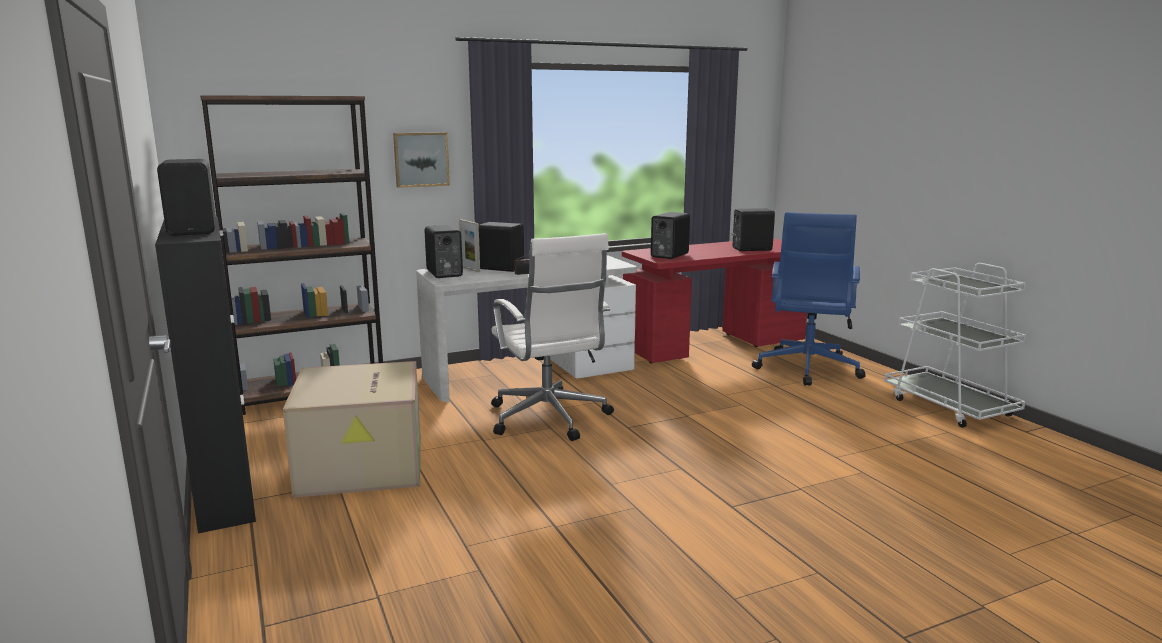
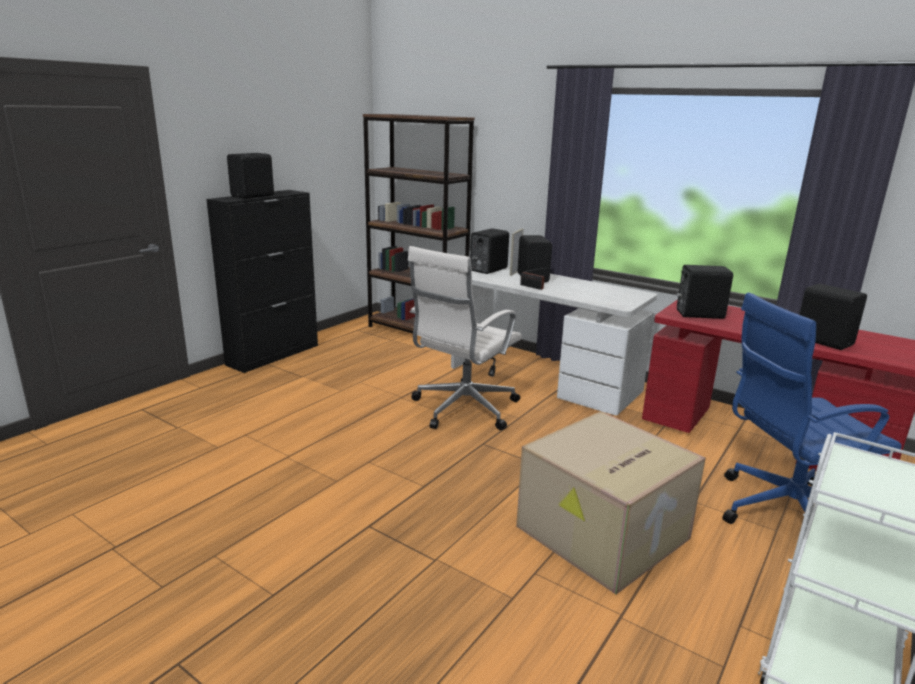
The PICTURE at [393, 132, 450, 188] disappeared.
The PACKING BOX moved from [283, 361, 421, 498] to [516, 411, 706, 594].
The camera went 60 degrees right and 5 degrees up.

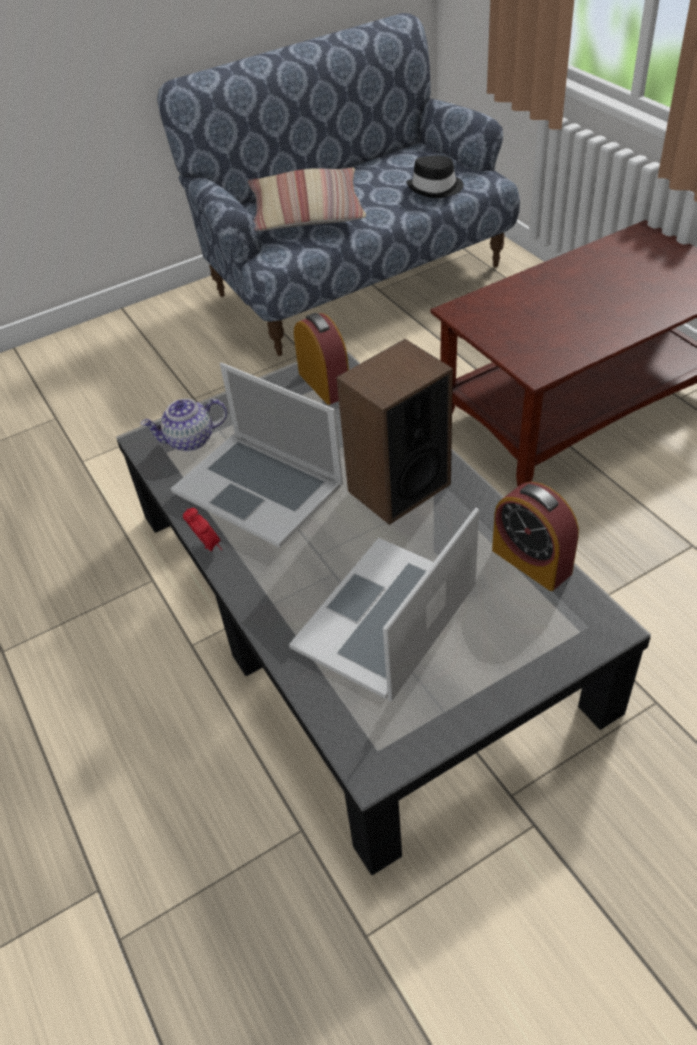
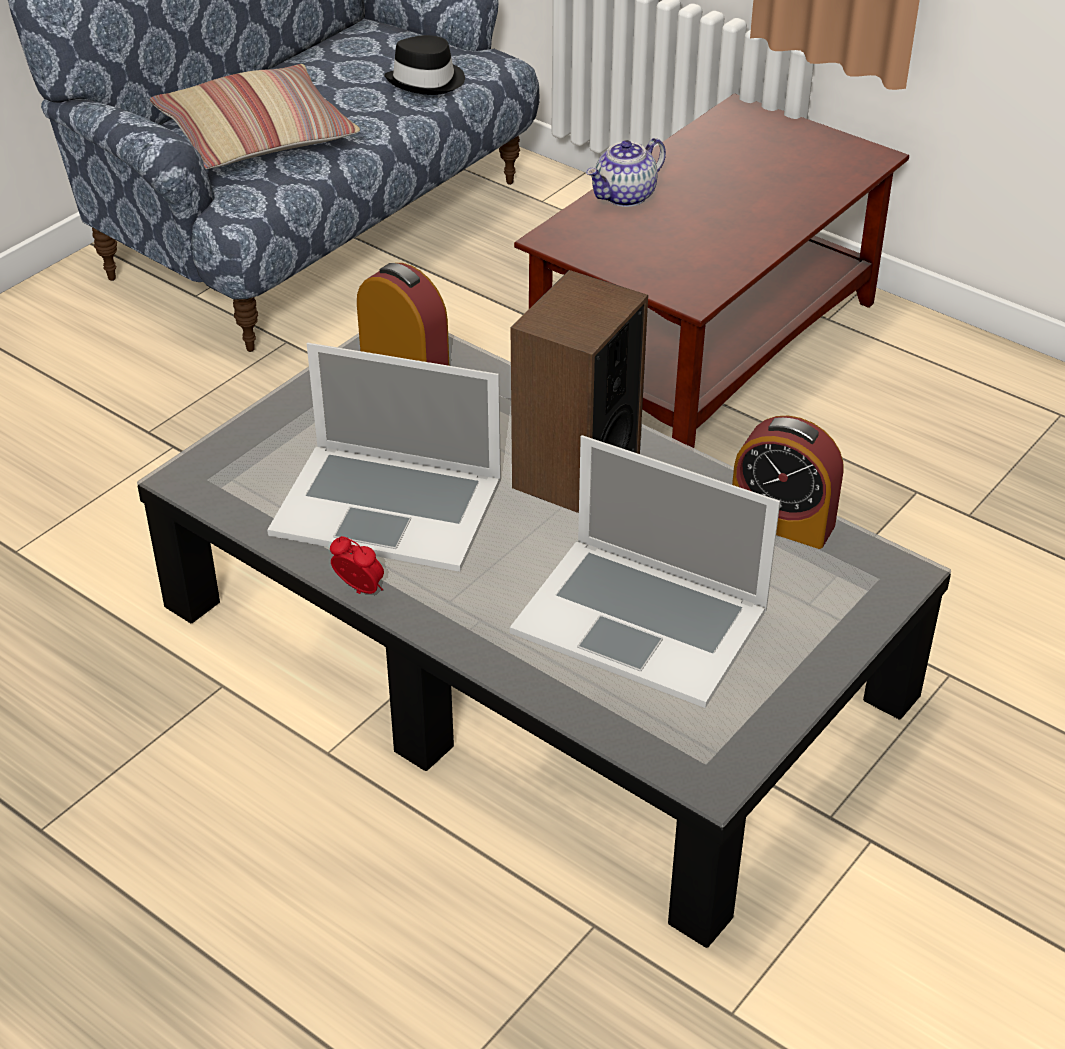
The POT FOR TEA moved from [141, 398, 227, 451] to [586, 138, 666, 207].
The NOTEBOOK COMPUTER at [289, 508, 479, 701] turned 75 degrees counterclockwise.
The camera went 25 degrees left and 5 degrees down.

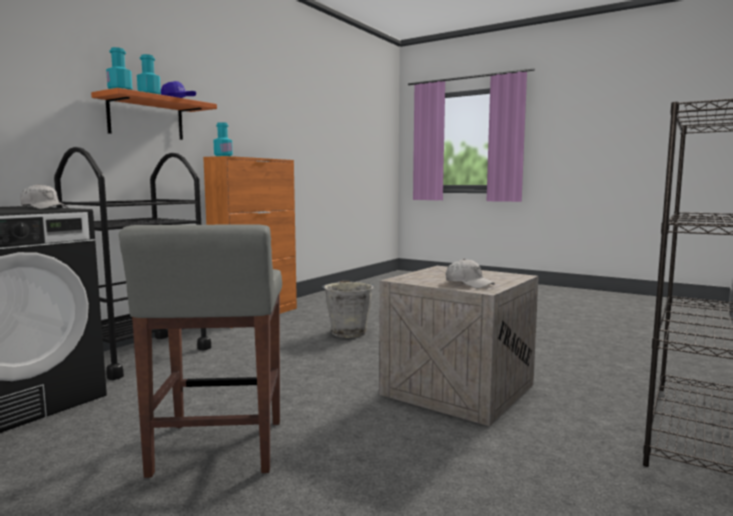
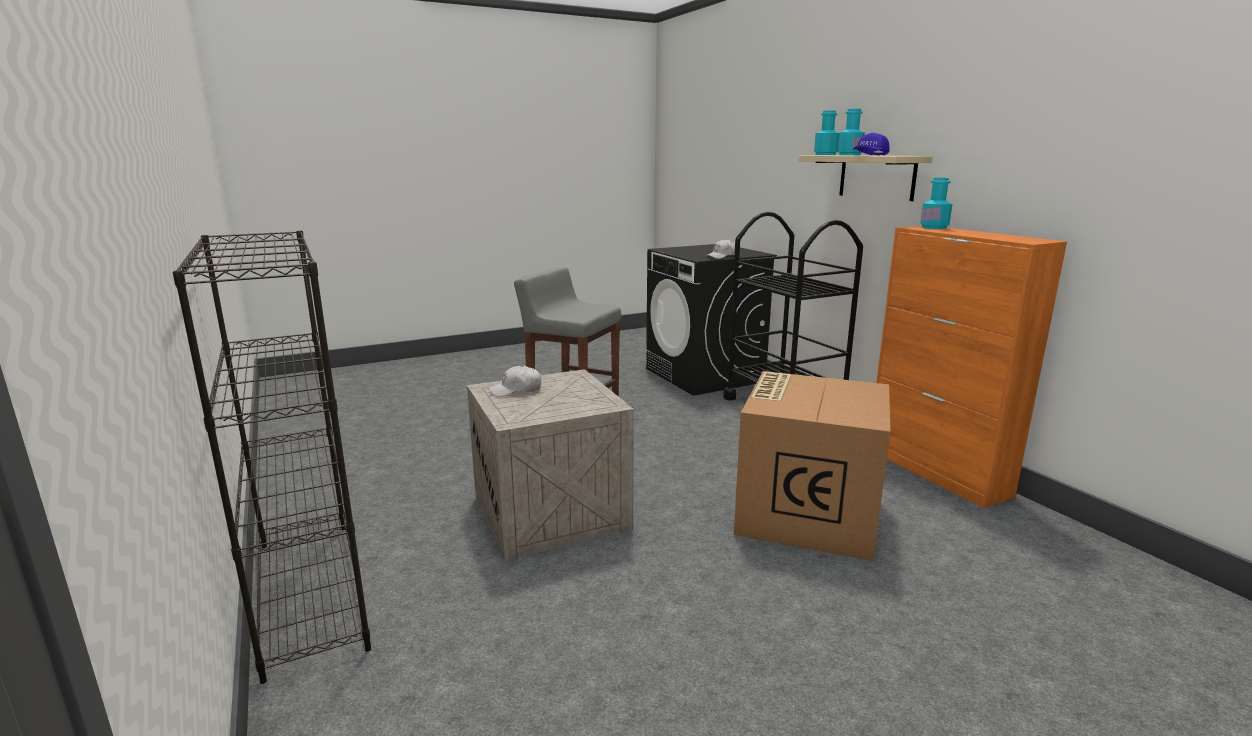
The ORANGEY BRACKET SHELF at [91, 88, 217, 140] became the SAND-COLOURED BRACKET SHELF at [799, 155, 933, 201].
The GREY BUCKET at [322, 281, 374, 338] was replaced by the PACKING BOX at [734, 371, 891, 561].
The camera went 120 degrees right and 10 degrees up.

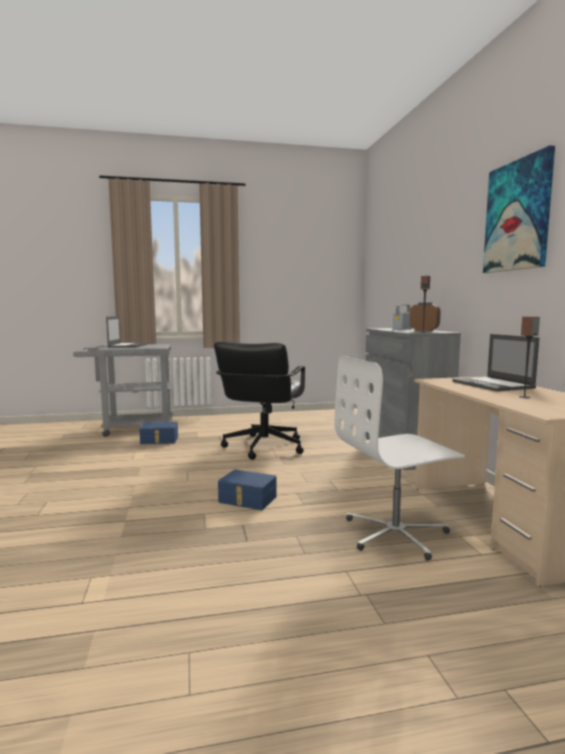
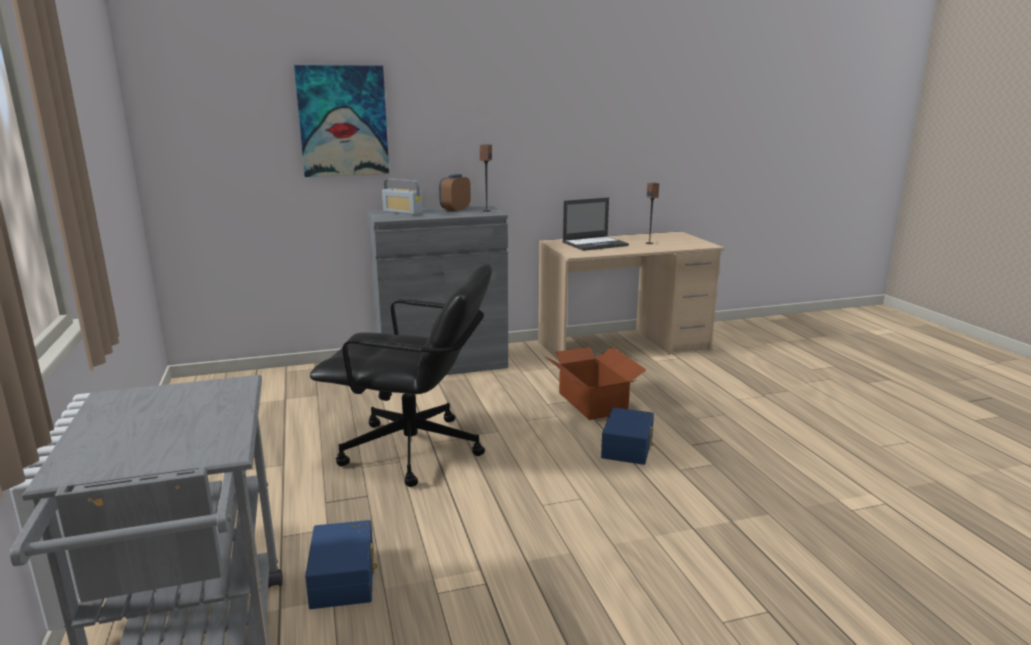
The PICTURE moved from [483, 145, 555, 273] to [294, 65, 389, 177].
The NOTEBOOK COMPUTER at [106, 316, 148, 348] disappeared.
The WHITE COMPUTER CHAIR at [334, 355, 466, 561] disappeared.
The PACKING BOX at [544, 347, 647, 420] appeared.
The camera went 95 degrees left and 10 degrees up.

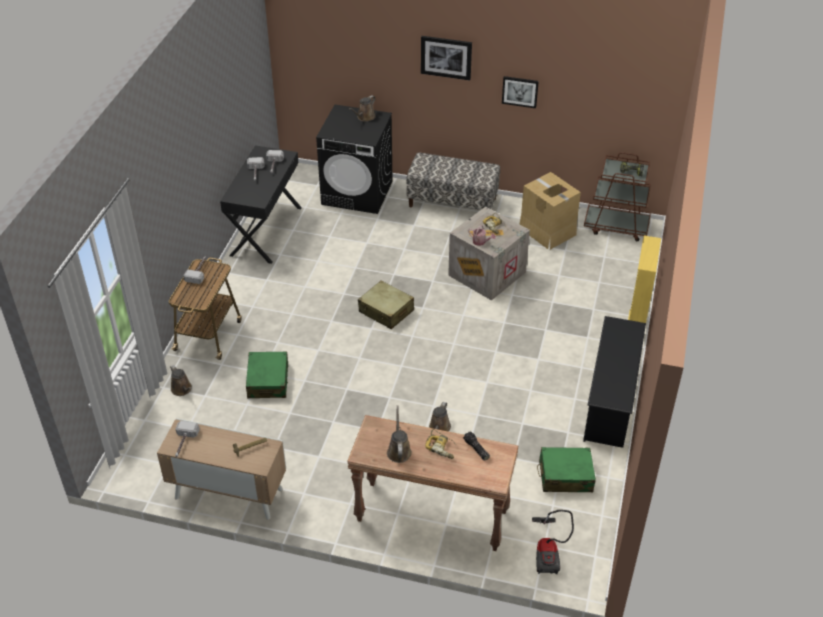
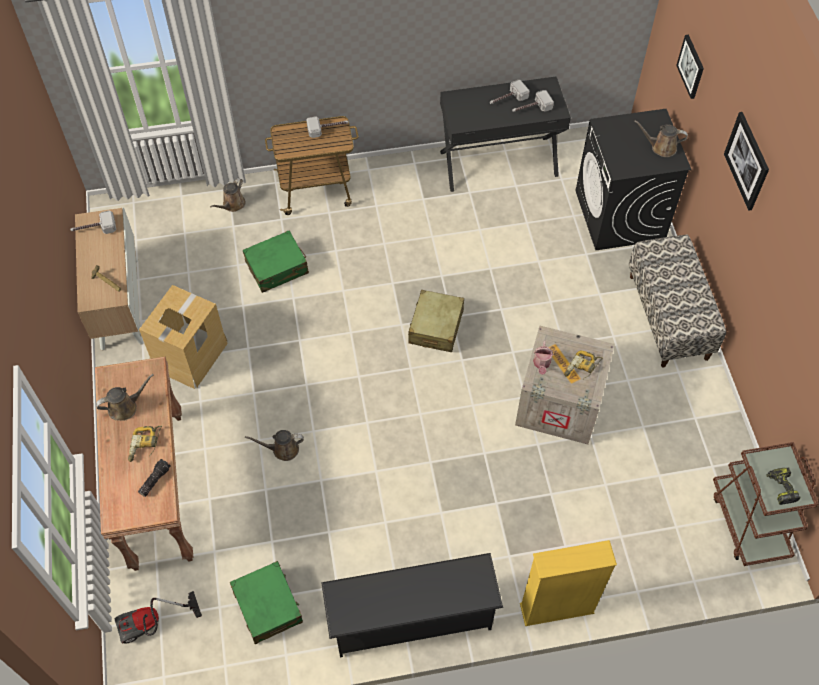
The PICTURE moved from [502, 76, 539, 108] to [676, 35, 704, 99].
The PACKING BOX moved from [520, 172, 581, 250] to [139, 285, 228, 389].
The camera went 65 degrees right and 15 degrees up.

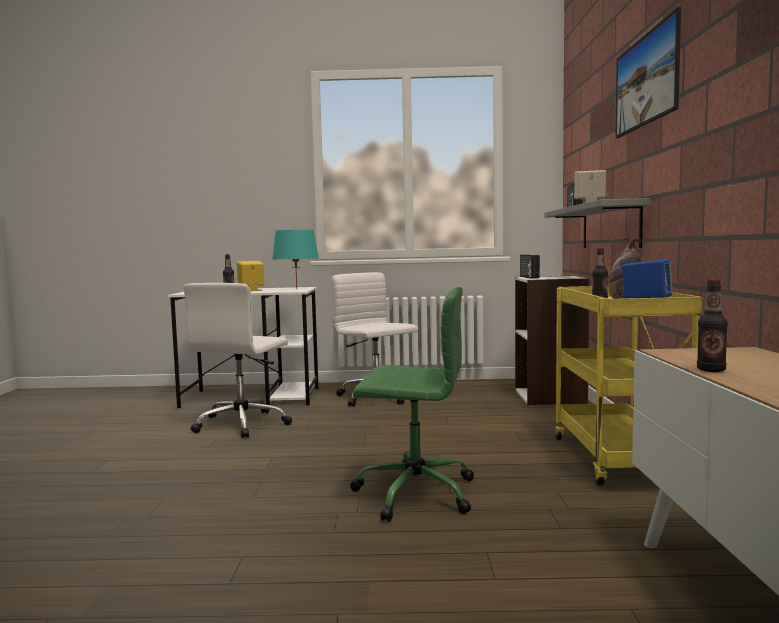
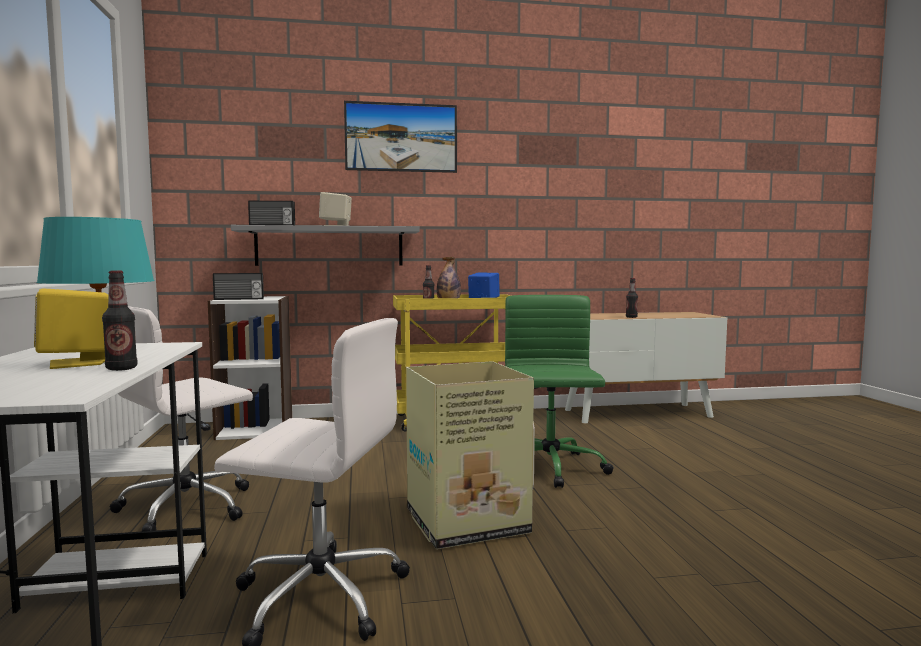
The PACKING BOX at [406, 361, 535, 549] appeared.
The camera went 100 degrees left and 0 degrees up.

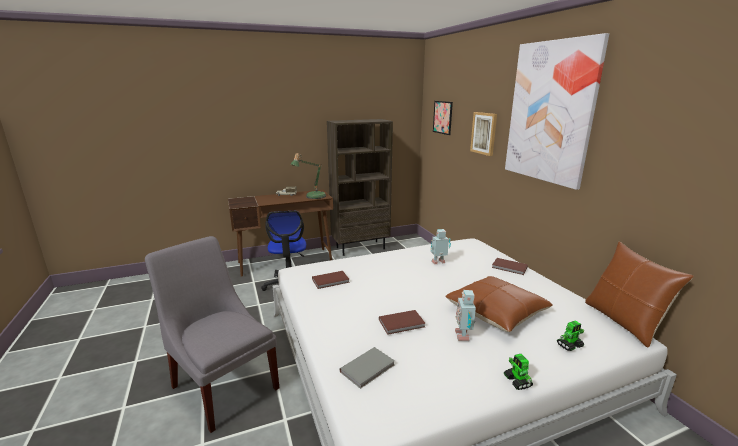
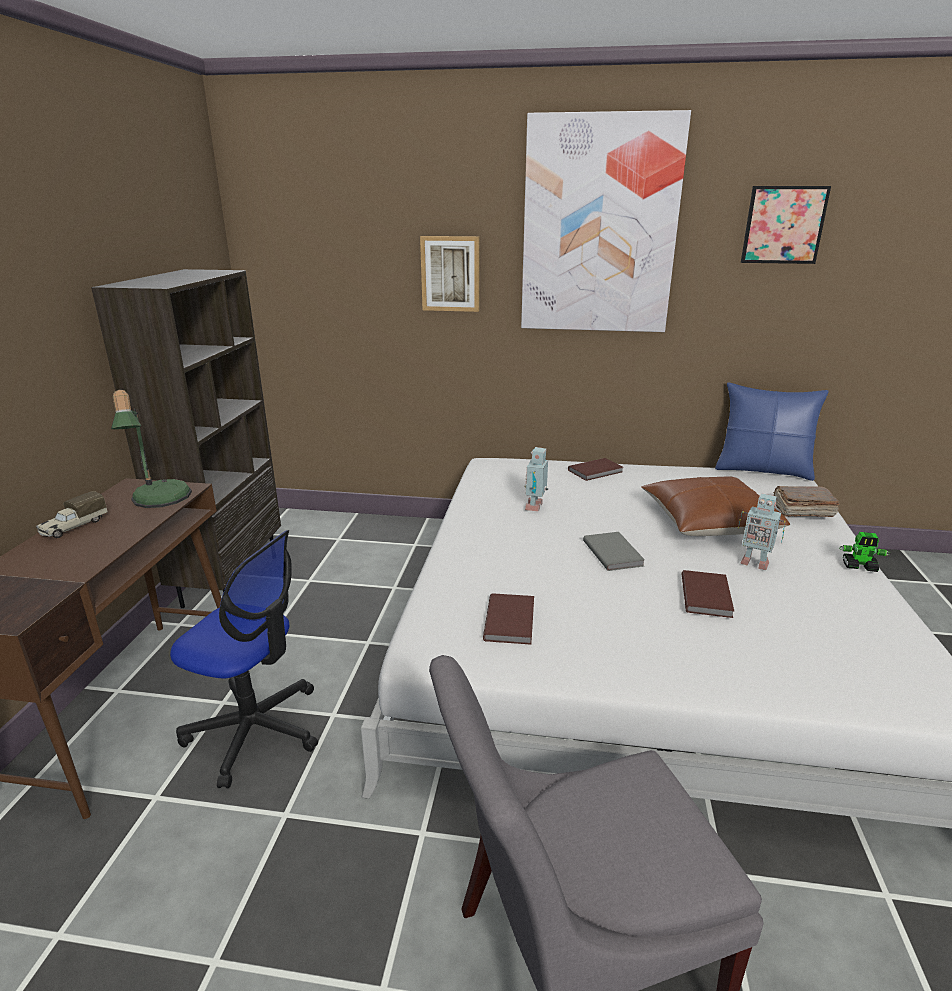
The PICTURE moved from [433, 101, 453, 135] to [741, 186, 831, 264].
The BROWN THROW PILLOW at [585, 242, 693, 347] became the BLUISH THROW PILLOW at [715, 383, 829, 481].
The TOY ROBOT at [557, 320, 584, 351] was replaced by the BROWN BOOK at [773, 486, 840, 517].
The GREY BOOK moved from [340, 347, 395, 389] to [583, 532, 645, 571].
The camera went 60 degrees left and 5 degrees up.

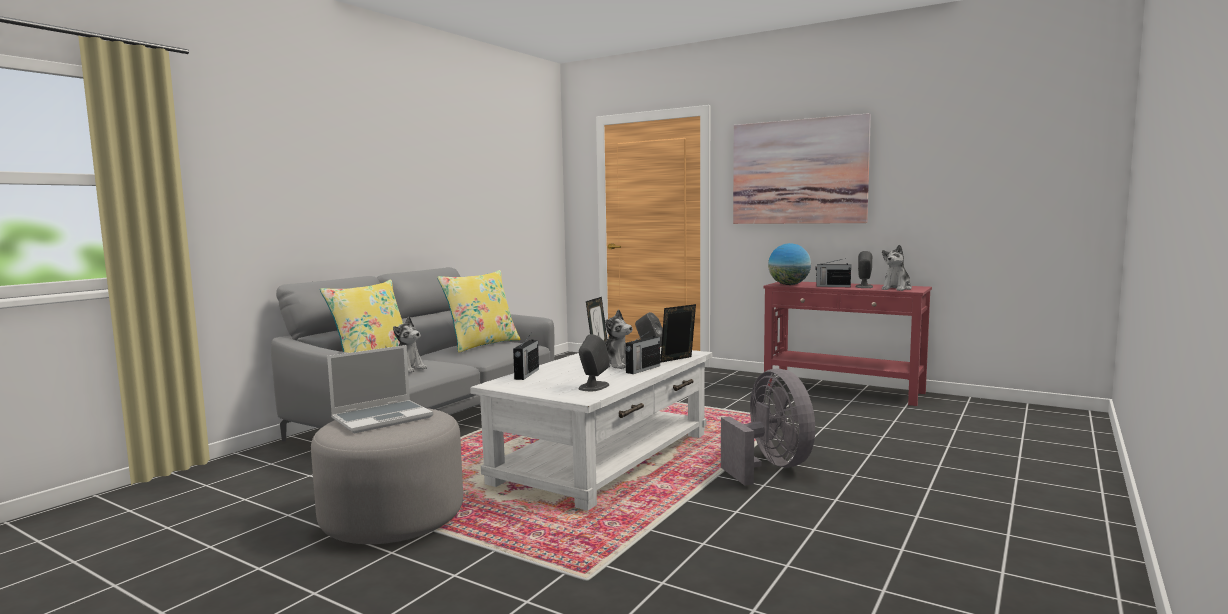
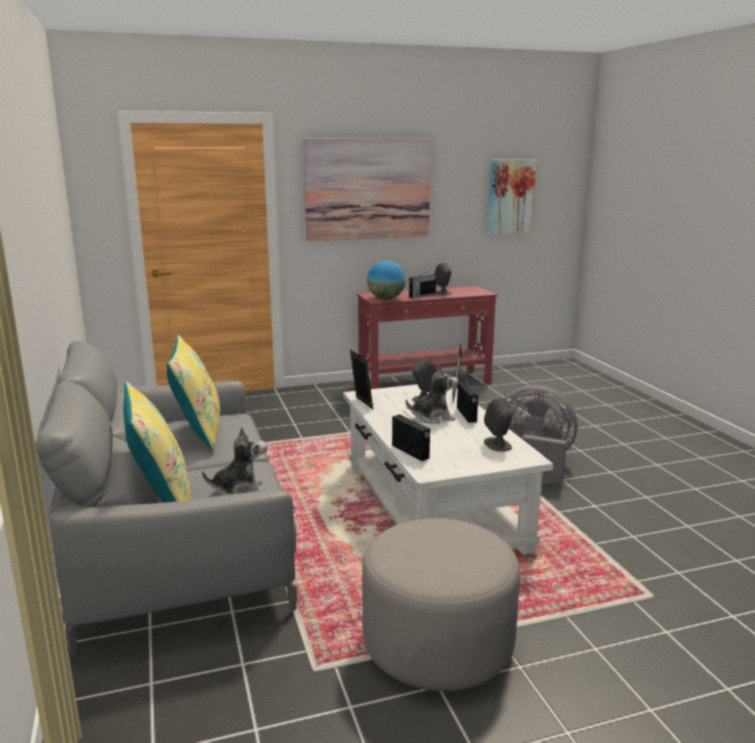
The SOFT TOY at [882, 245, 912, 291] disappeared.
The NOTEBOOK COMPUTER at [327, 345, 433, 433] disappeared.
The PICTURE at [488, 159, 537, 235] appeared.
The camera went 50 degrees left and 10 degrees up.

